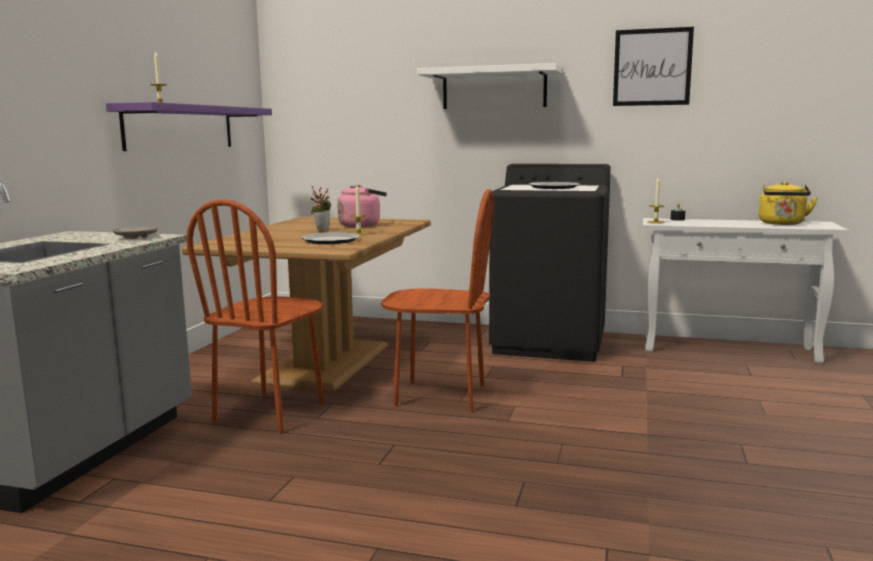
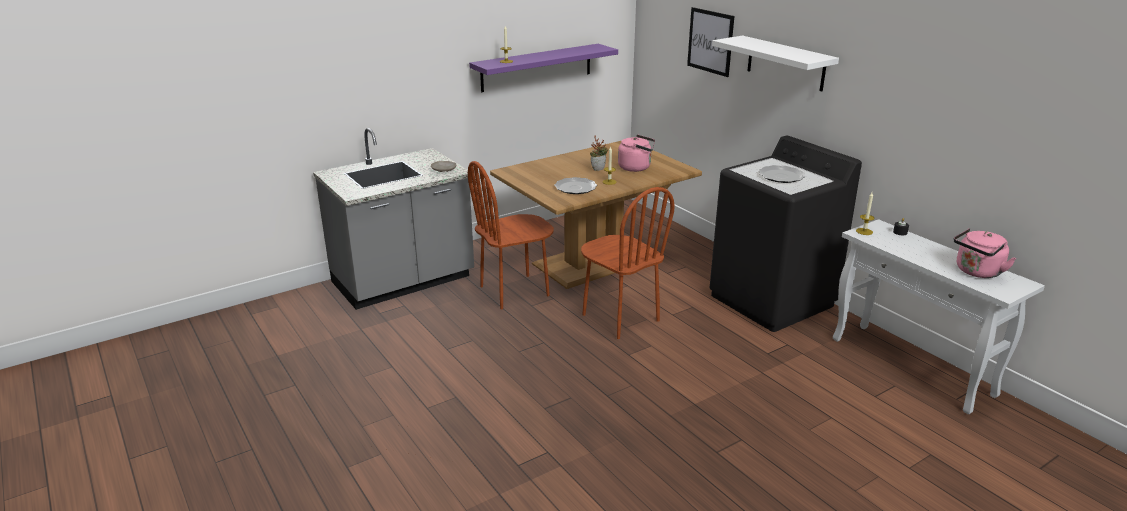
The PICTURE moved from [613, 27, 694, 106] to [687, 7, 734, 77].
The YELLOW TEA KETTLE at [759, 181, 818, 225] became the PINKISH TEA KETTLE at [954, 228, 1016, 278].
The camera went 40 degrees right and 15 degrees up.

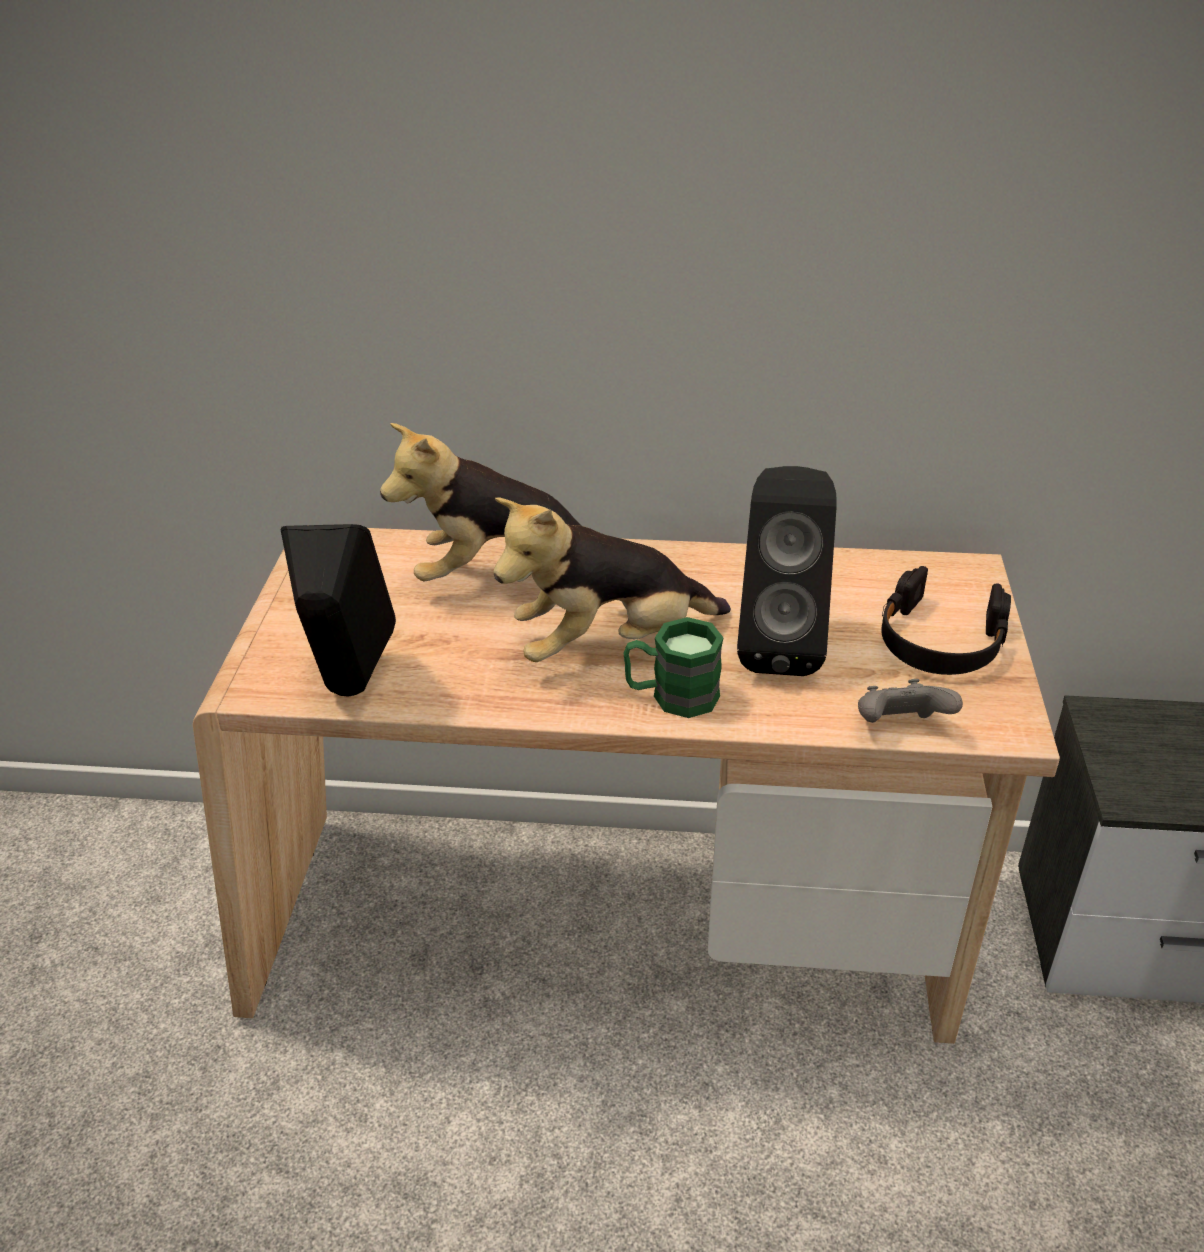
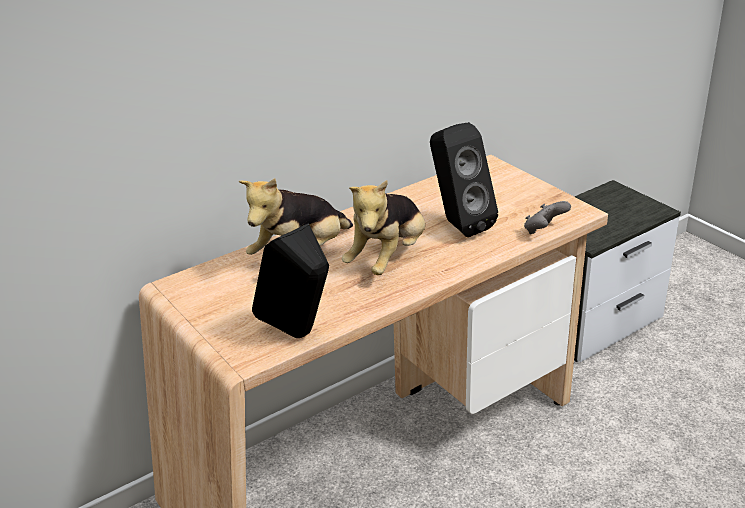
The BLACK-COLOURED HEADPHONES at [881, 566, 1011, 675] disappeared.
The GREEN-COLOURED MUG at [623, 617, 724, 718] disappeared.
The camera went 40 degrees left and 5 degrees down.

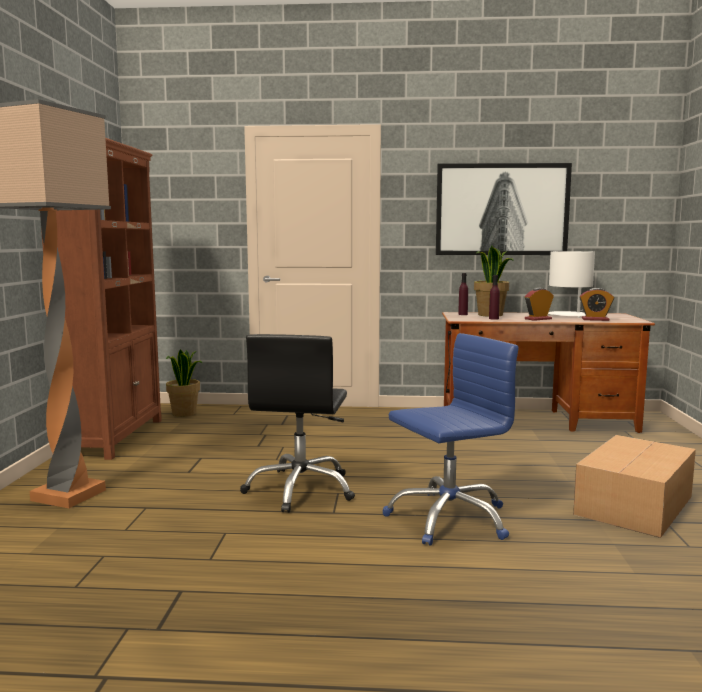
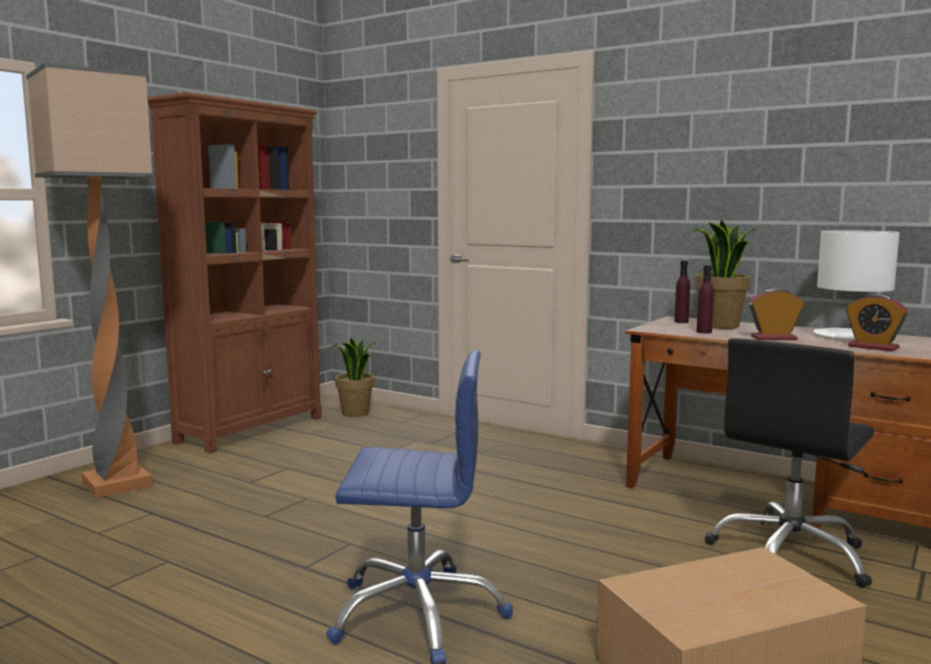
The PICTURE at [436, 163, 572, 255] disappeared.
The BLACK-COLOURED COMPUTER CHAIR moved from [240, 334, 355, 513] to [705, 338, 874, 588].
The camera went 30 degrees right and 0 degrees up.

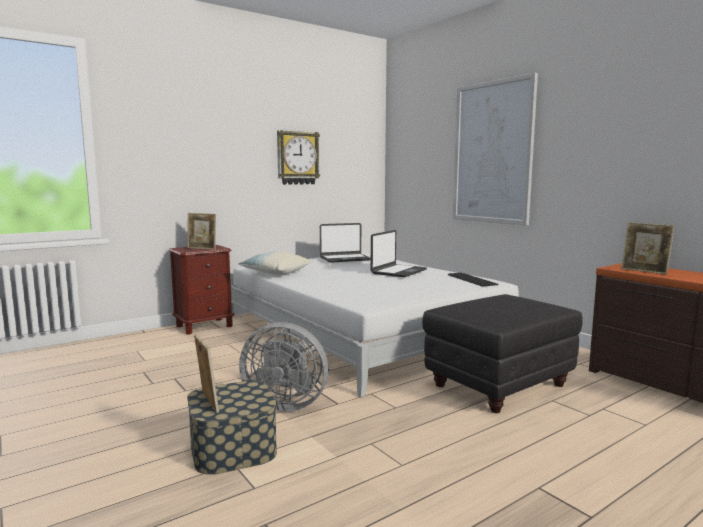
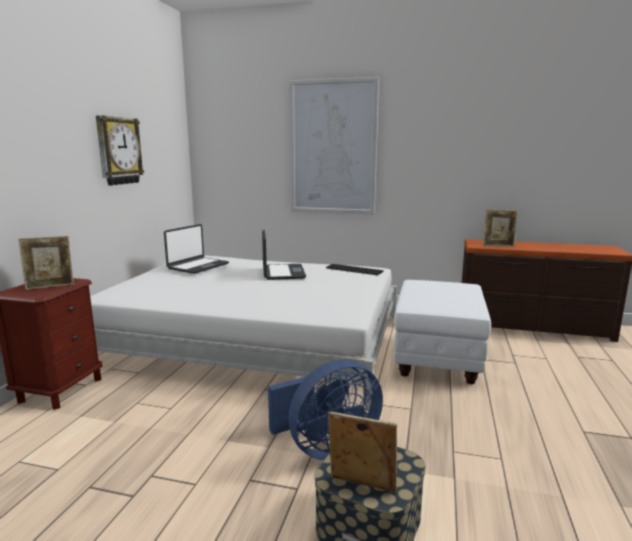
The THROW PILLOW at [238, 251, 311, 275] disappeared.
The BLACK-COLOURED OTTOMAN at [422, 294, 583, 413] became the WHITE OTTOMAN at [394, 280, 491, 384].
The GREY FAN at [239, 322, 328, 412] became the BLUISH FAN at [268, 360, 383, 460].
The camera went 40 degrees left and 5 degrees up.

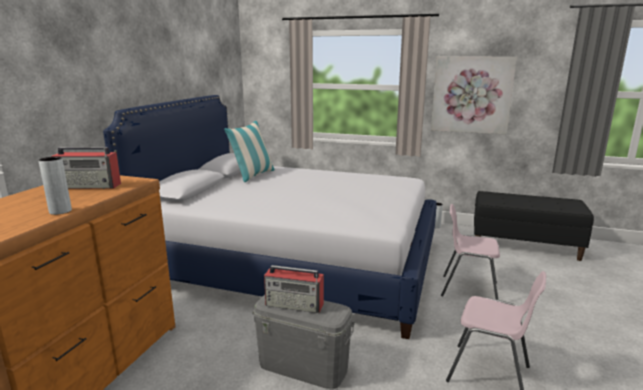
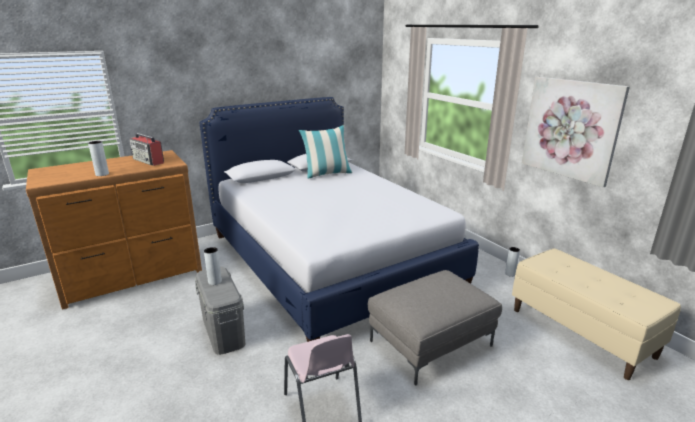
The BLACK-COLOURED BENCH at [474, 191, 594, 261] became the SAND-COLOURED BENCH at [512, 248, 681, 380].
The PINKISH CHAIR at [441, 204, 500, 300] was replaced by the GREY OTTOMAN at [368, 270, 502, 386].
The RADIO SET at [264, 265, 324, 313] was replaced by the GREY DECORATIVE VASE at [204, 247, 222, 285].
The camera went 40 degrees right and 5 degrees up.

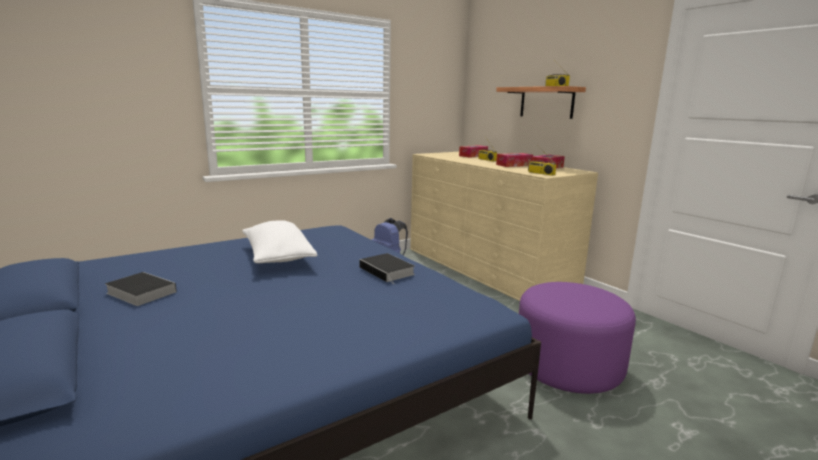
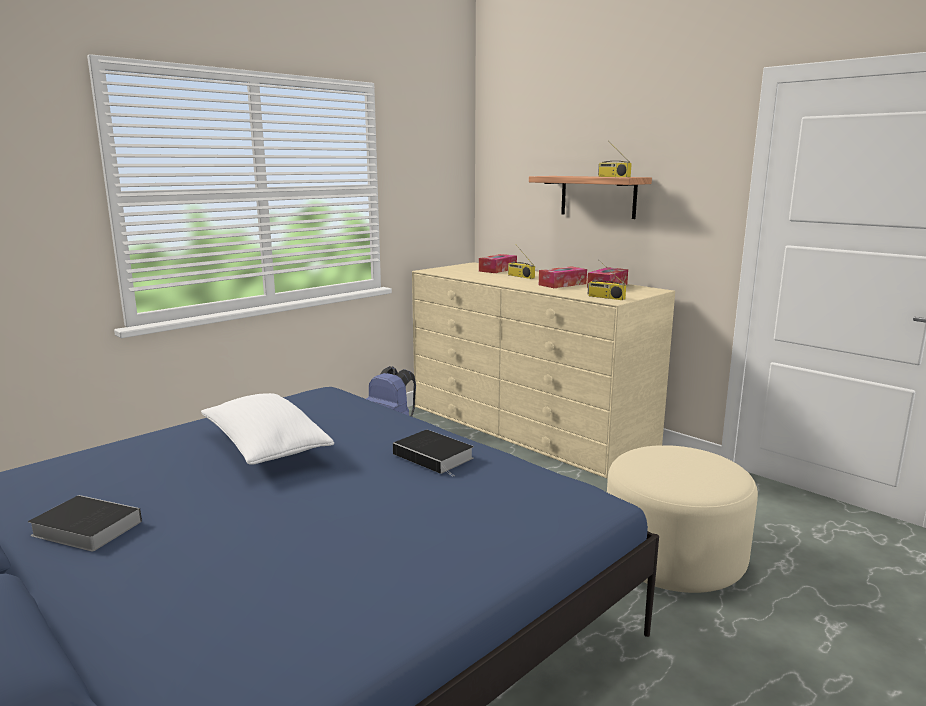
The PURPLISH OTTOMAN at [519, 282, 636, 394] became the SAND-COLOURED OTTOMAN at [607, 445, 758, 593].
The camera went 10 degrees left and 0 degrees up.

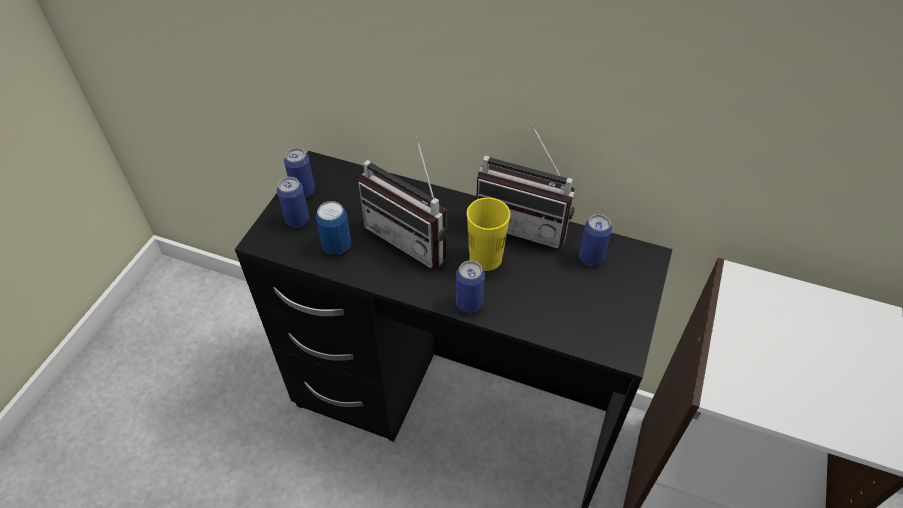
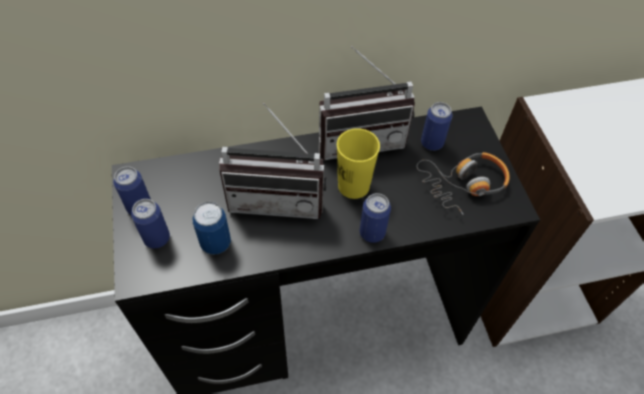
The HEADPHONES at [417, 152, 510, 215] appeared.
The camera went 35 degrees left and 5 degrees up.

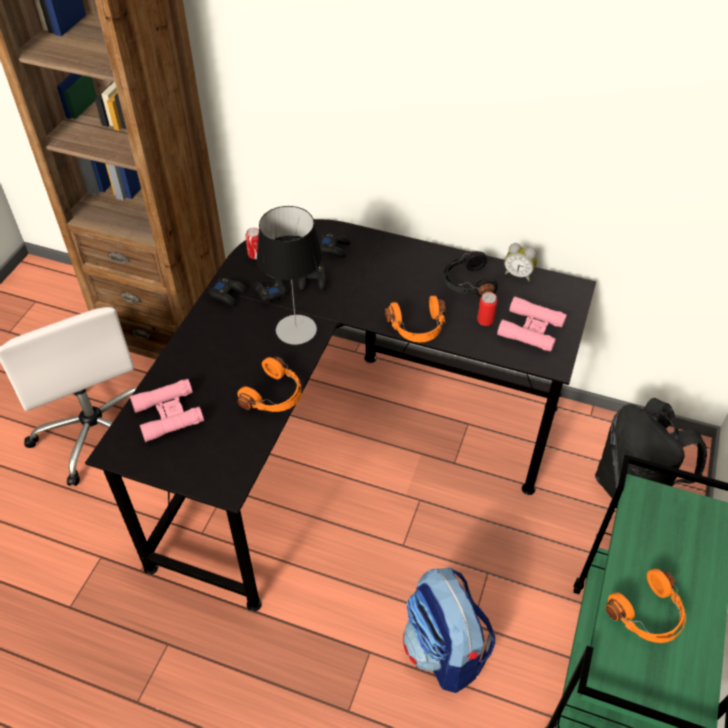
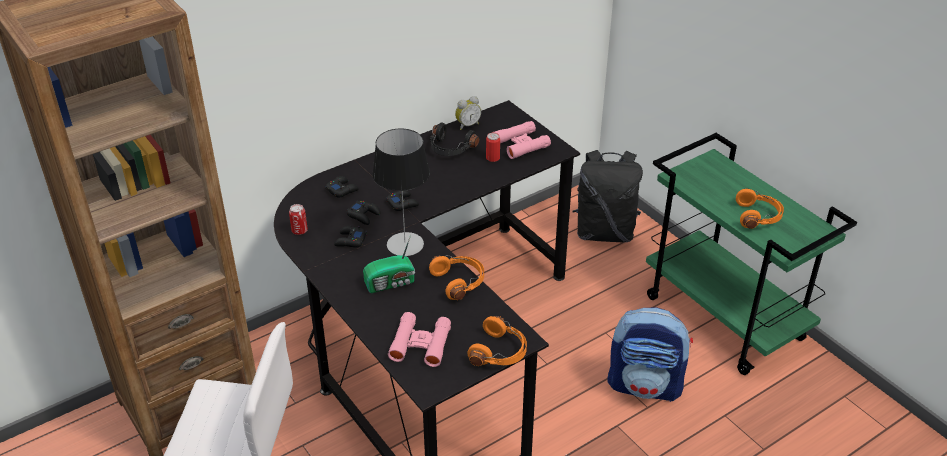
The BLACK-COLOURED JOYPAD moved from [209, 278, 247, 306] to [386, 190, 419, 211].
The ORANGEY HEADPHONES moved from [385, 296, 445, 342] to [467, 316, 527, 366].
The RADIO SET at [363, 235, 415, 293] appeared.
The camera went 55 degrees left and 10 degrees down.

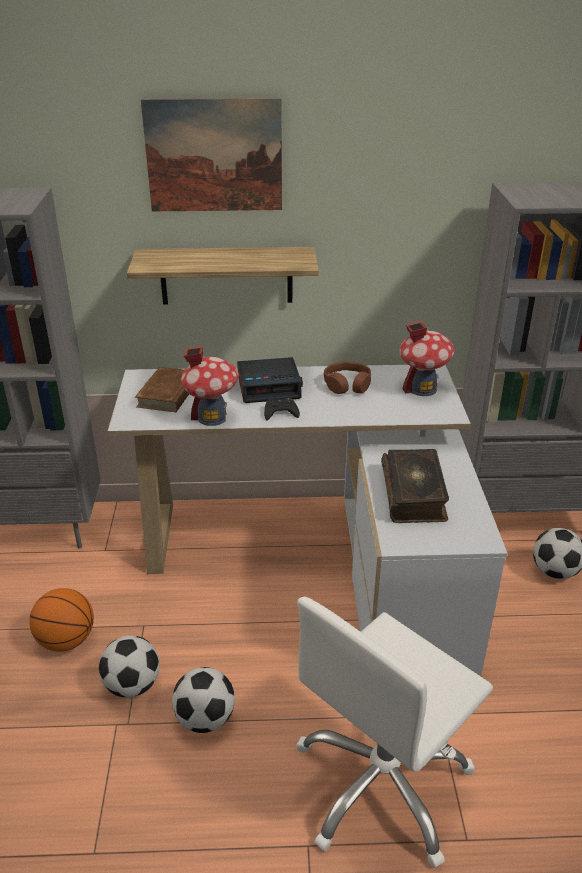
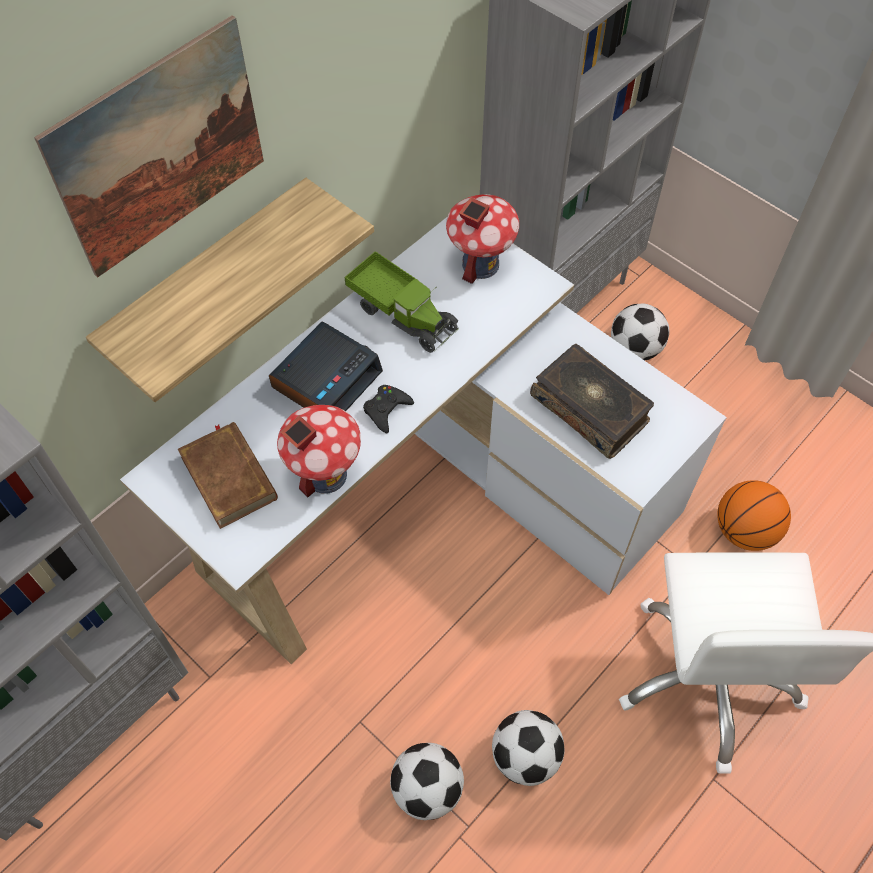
The BROWN HEADPHONES at [324, 362, 371, 394] was replaced by the TOY LORRY at [345, 251, 459, 353].
The BALL FOR BASKETBALL moved from [29, 588, 94, 652] to [717, 480, 791, 551].
The camera went 45 degrees left and 25 degrees up.

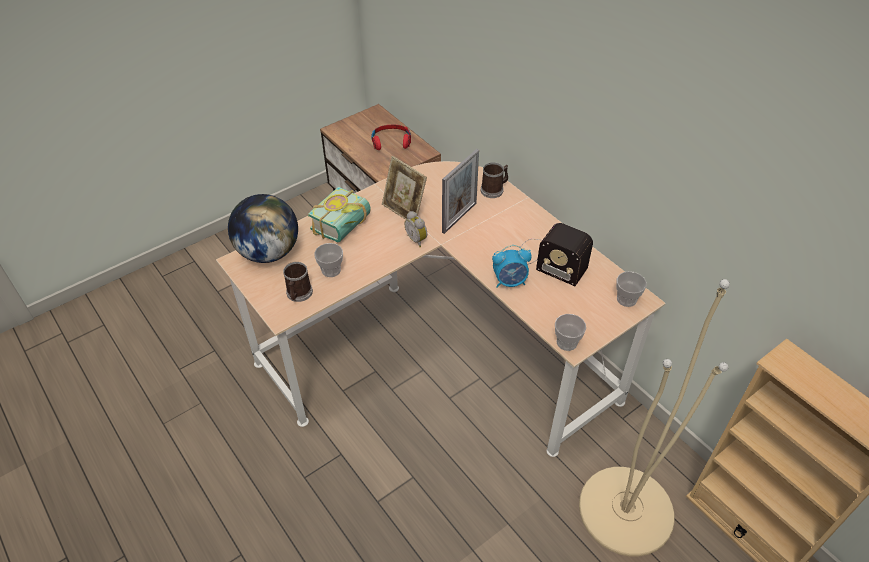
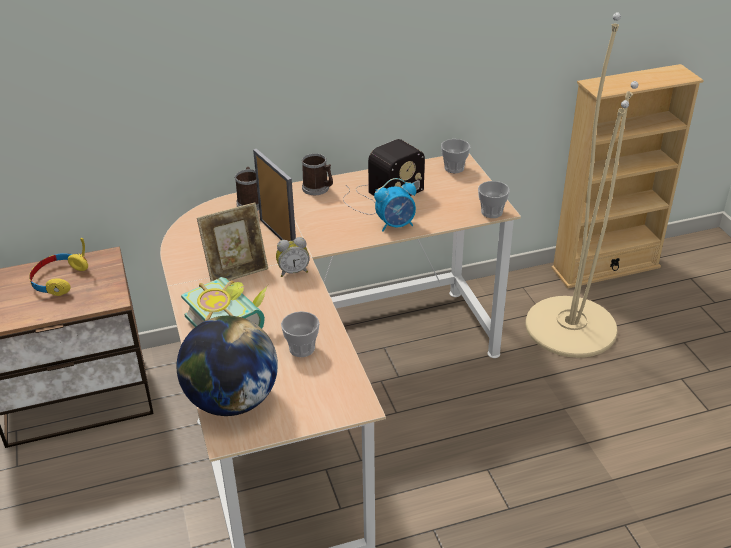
The RED HEADPHONES at [371, 125, 411, 150] became the YELLOW HEADPHONES at [29, 238, 88, 296].
The ALARM CLOCK at [492, 245, 532, 288] turned 60 degrees clockwise.
The MUG moved from [283, 262, 313, 302] to [302, 154, 333, 195].
The camera went 70 degrees left and 10 degrees down.

